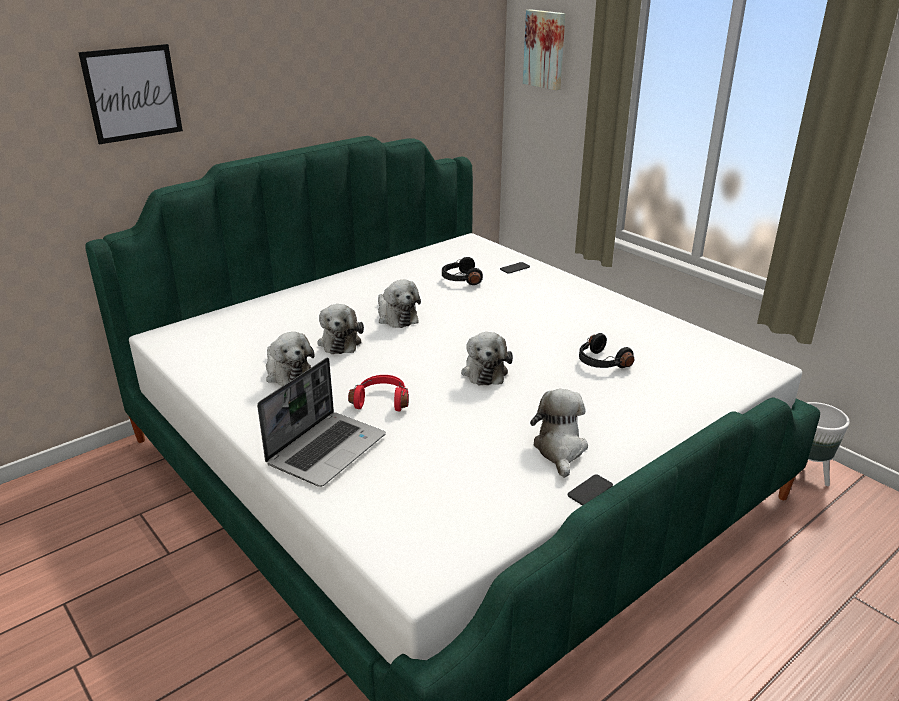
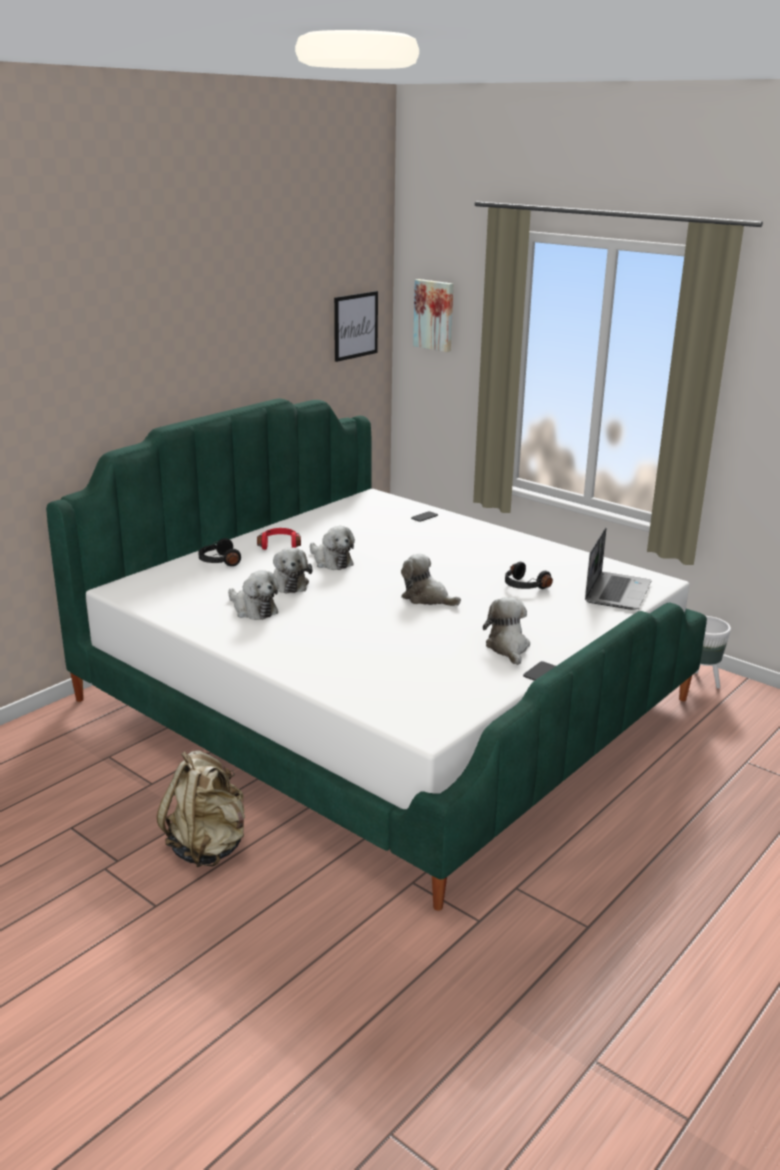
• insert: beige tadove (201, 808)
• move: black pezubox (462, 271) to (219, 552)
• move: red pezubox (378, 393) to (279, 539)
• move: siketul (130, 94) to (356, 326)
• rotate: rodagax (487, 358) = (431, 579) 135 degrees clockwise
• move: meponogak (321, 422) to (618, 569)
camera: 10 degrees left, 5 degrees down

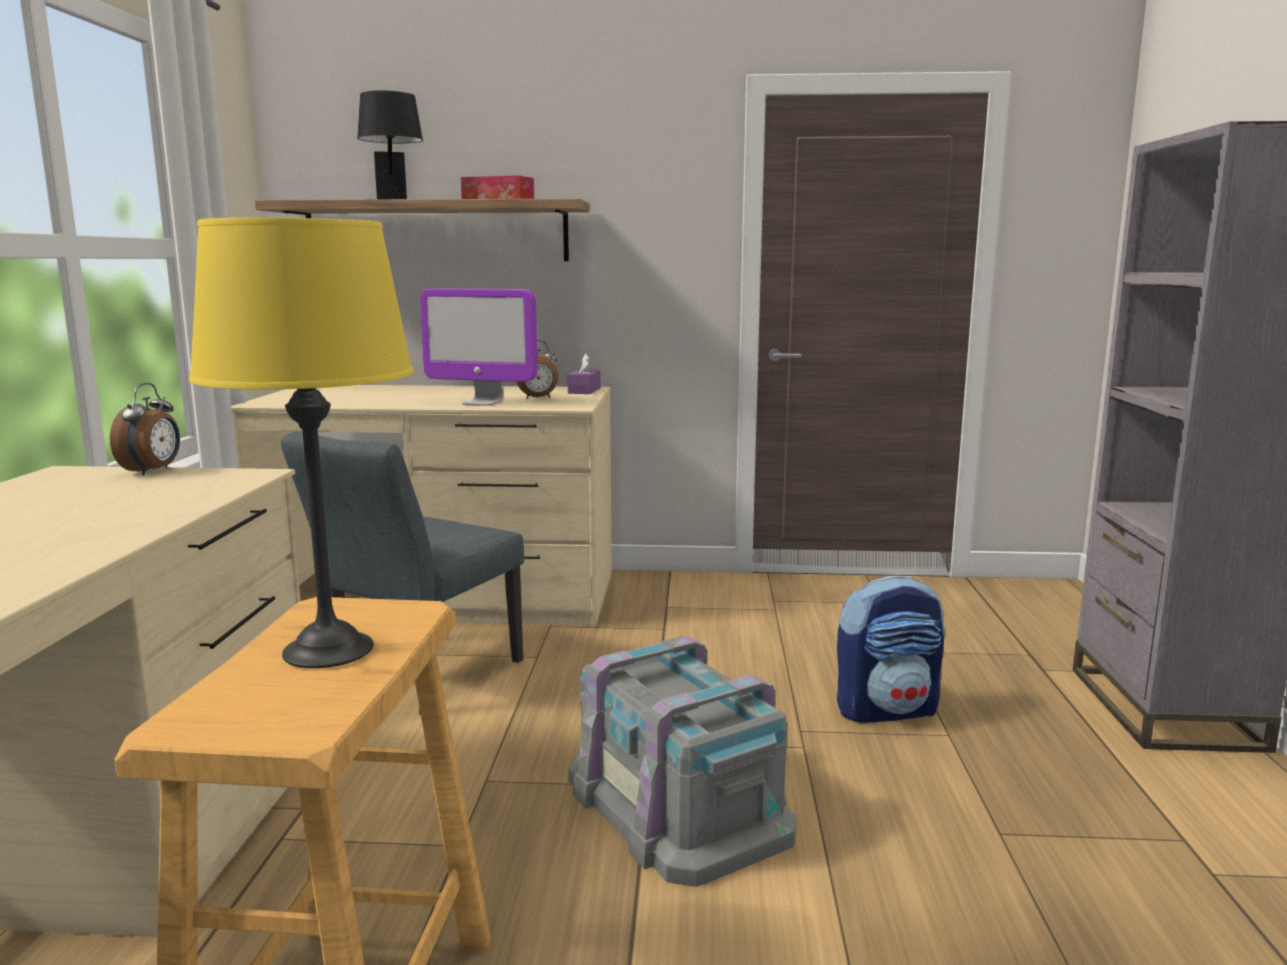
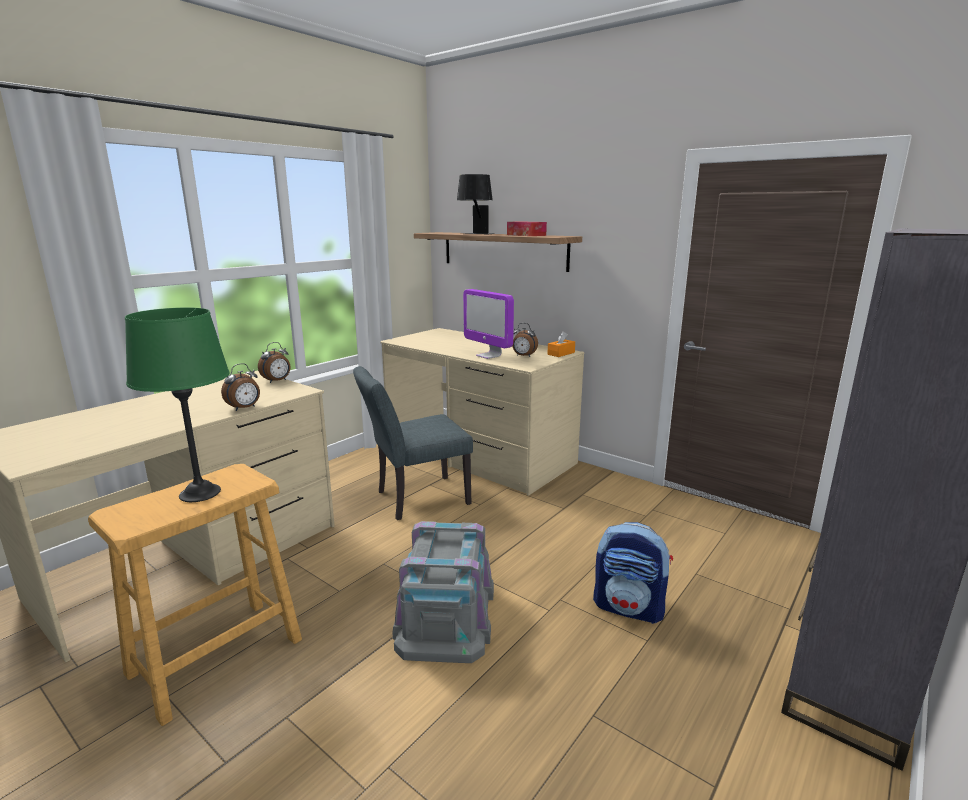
• recolor: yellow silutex (301, 443) to green silutex (177, 404)
• insert: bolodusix (240, 387)
• recolor: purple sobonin (584, 374) to orange sobonin (561, 344)
camera: 35 degrees right, 5 degrees up

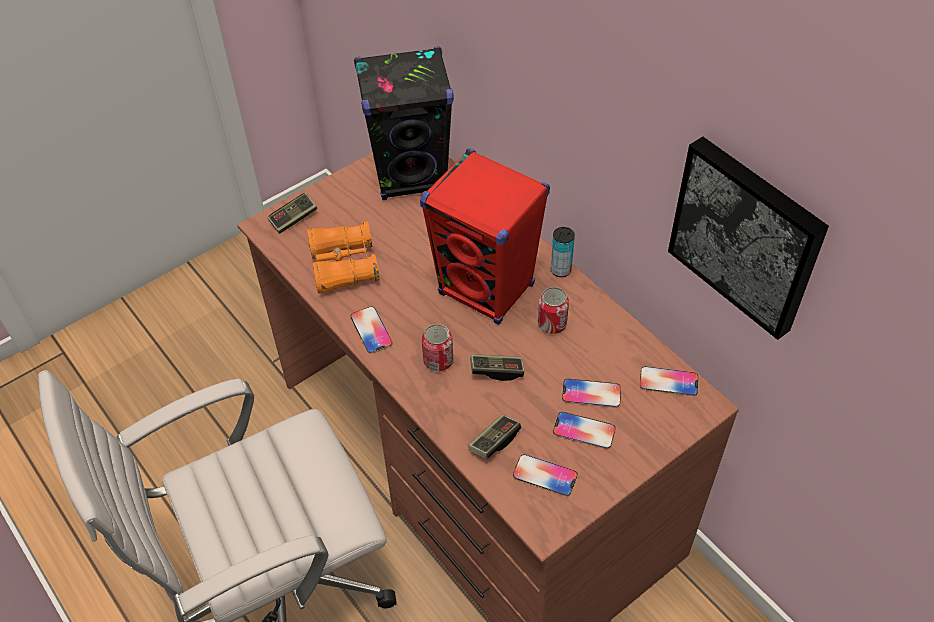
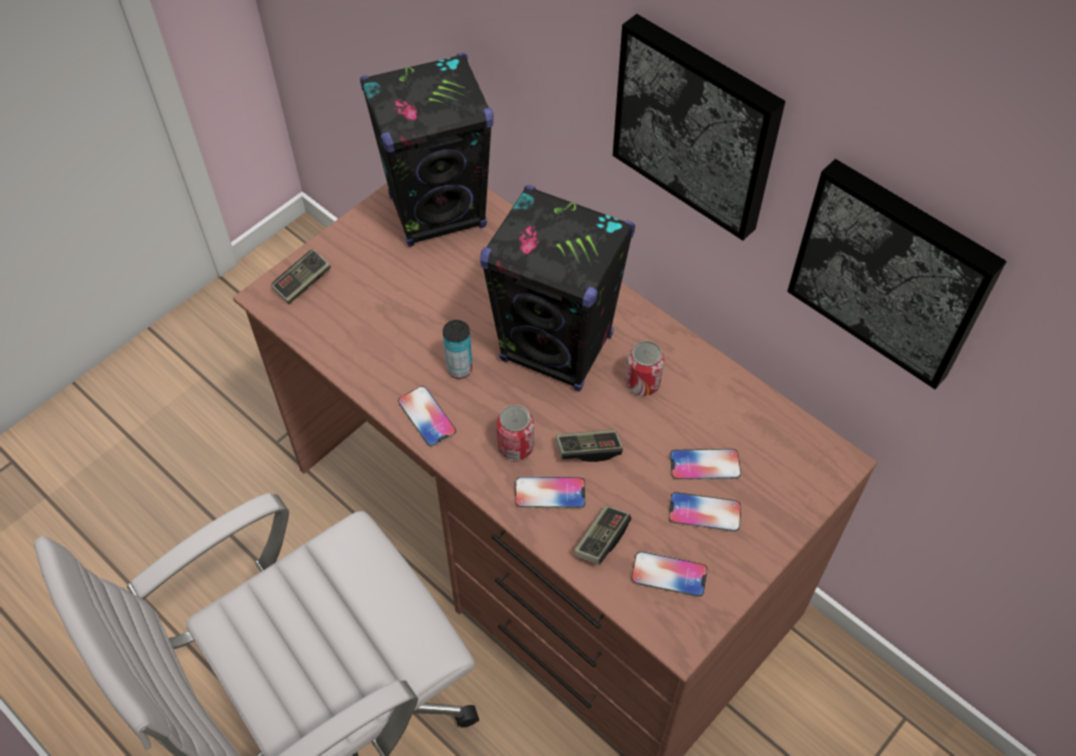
• move: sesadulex (563, 252) to (458, 349)
• recolor: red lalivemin (485, 236) to black lalivemin (557, 288)
• move: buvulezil (669, 381) to (550, 493)
• insert: siketul (699, 127)
• delete: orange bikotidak (343, 257)
camera: 10 degrees left, 5 degrees up

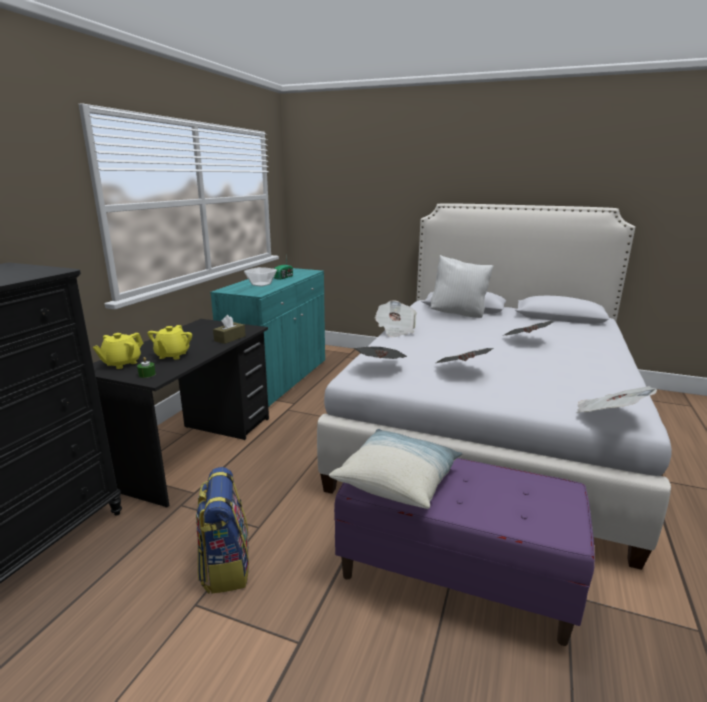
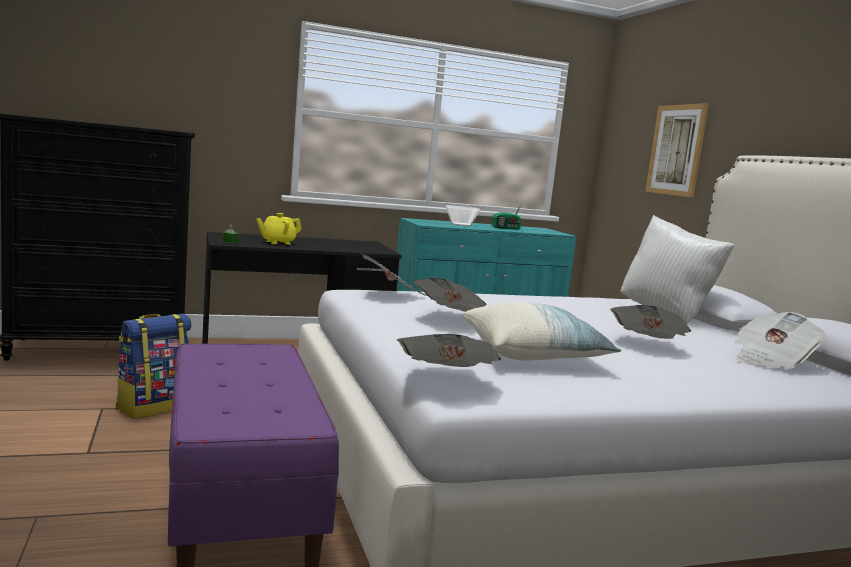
• move: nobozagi (396, 469) to (541, 331)
• insert: siketul (677, 150)
• move: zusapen (396, 318) to (780, 340)
• delete: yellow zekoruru (118, 350)
• delete: brown sobonin (229, 329)
camera: 50 degrees right, 10 degrees down

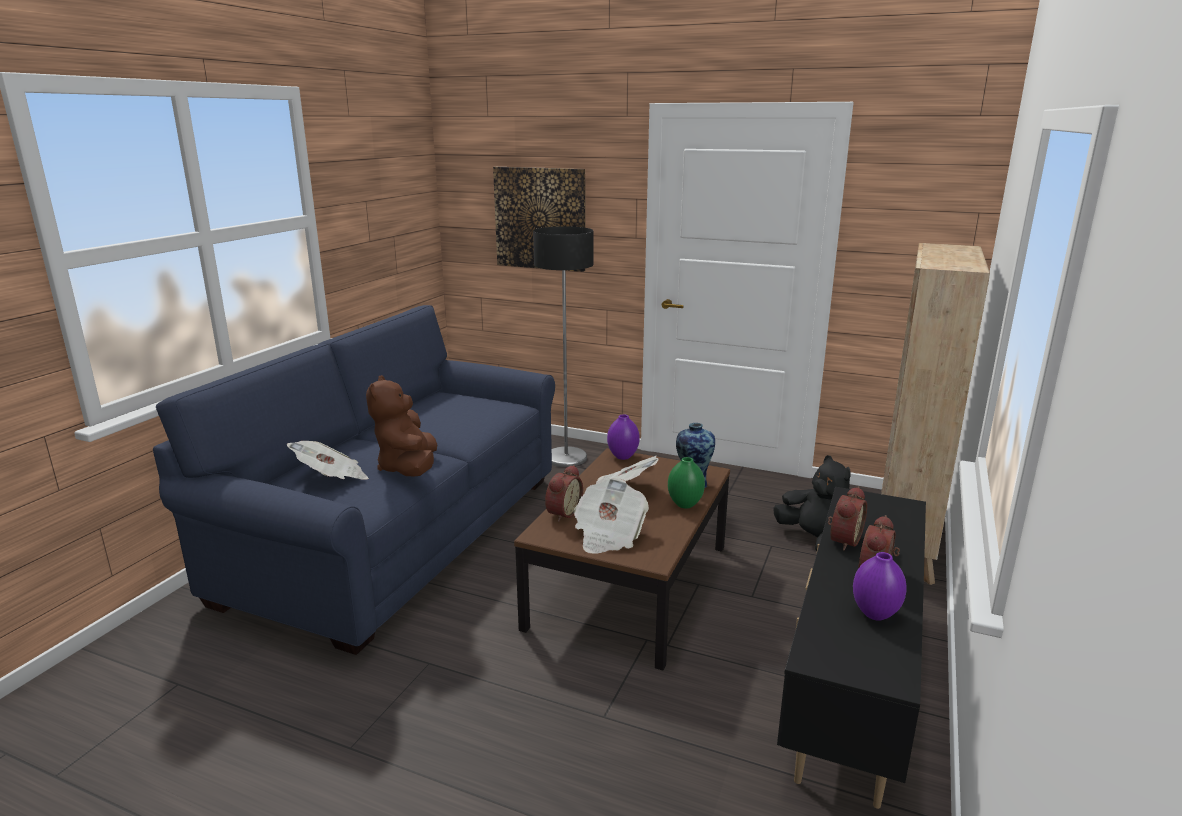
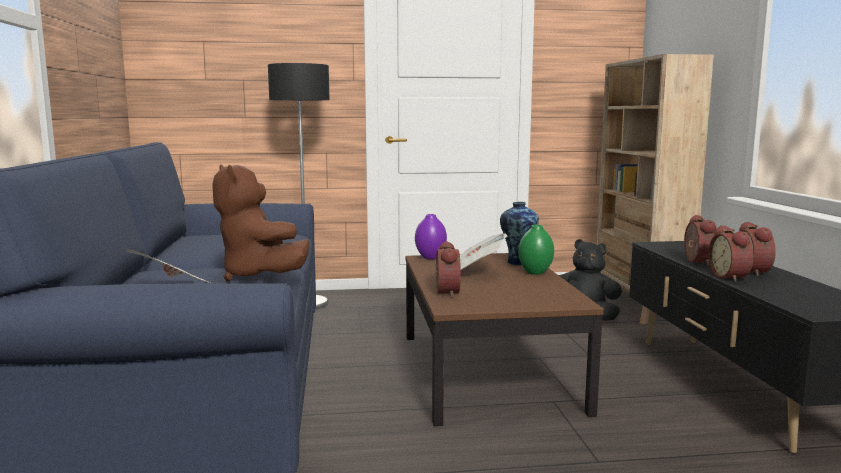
• insert: bolodusix (731, 253)
• delete: siketul (539, 219)
• delete: zusapen (611, 516)
• delete: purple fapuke (880, 586)
camera: 30 degrees left, 10 degrees down

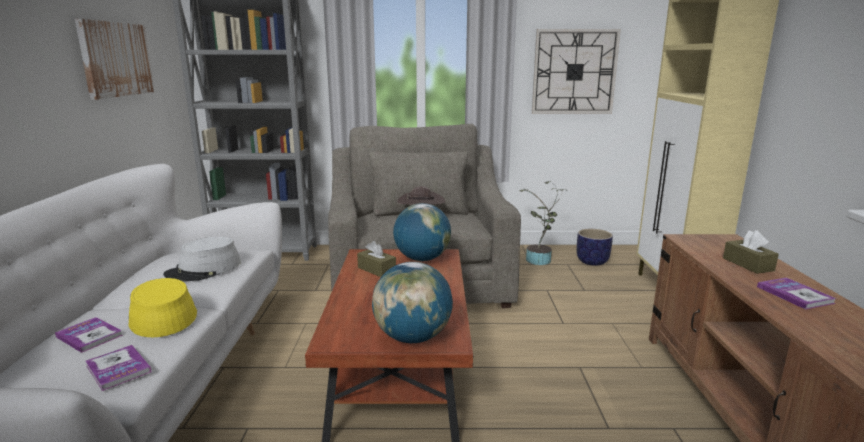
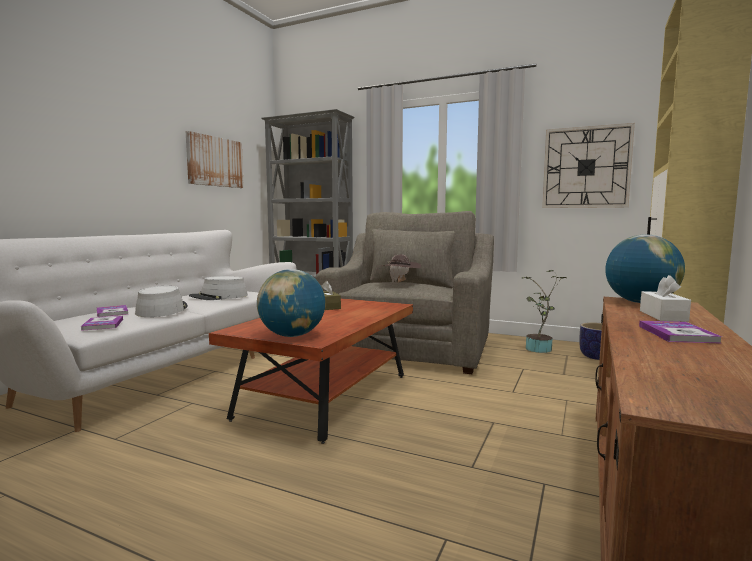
• recolor: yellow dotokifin (162, 307) to grey dotokifin (161, 301)
• move: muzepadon (422, 232) to (645, 268)
• recolor: brown sobonin (751, 252) to white sobonin (665, 298)
camera: 25 degrees right, 10 degrees down

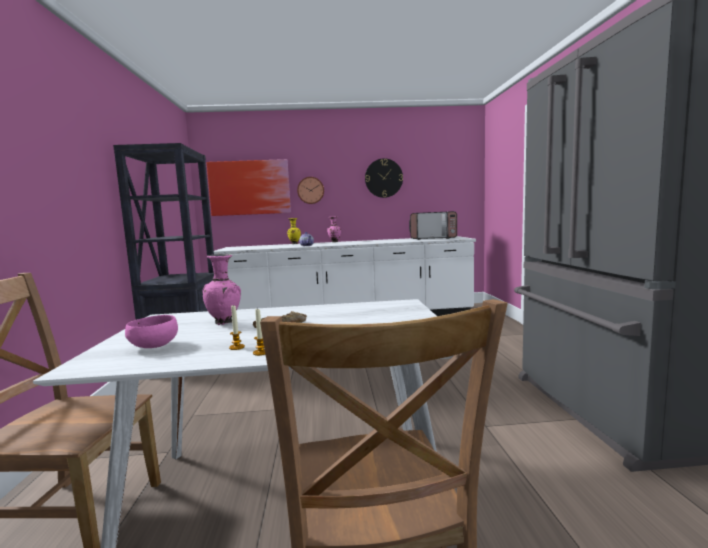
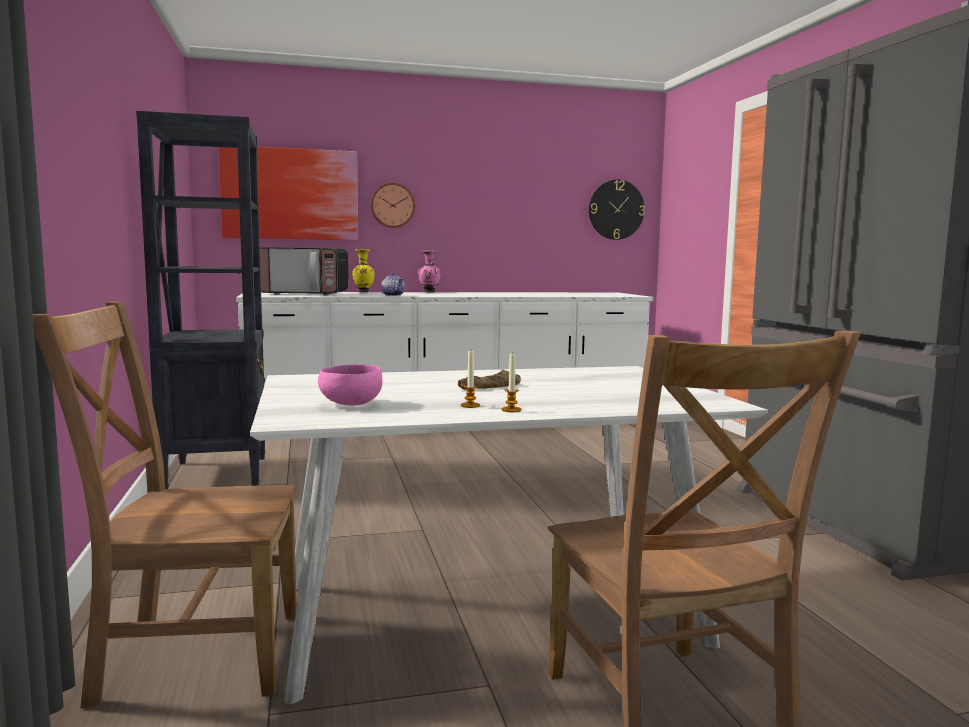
• move: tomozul (433, 225) to (304, 271)
• move: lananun (384, 178) to (617, 210)
• delete: pink fapuke (221, 289)
camera: 10 degrees left, 0 degrees up

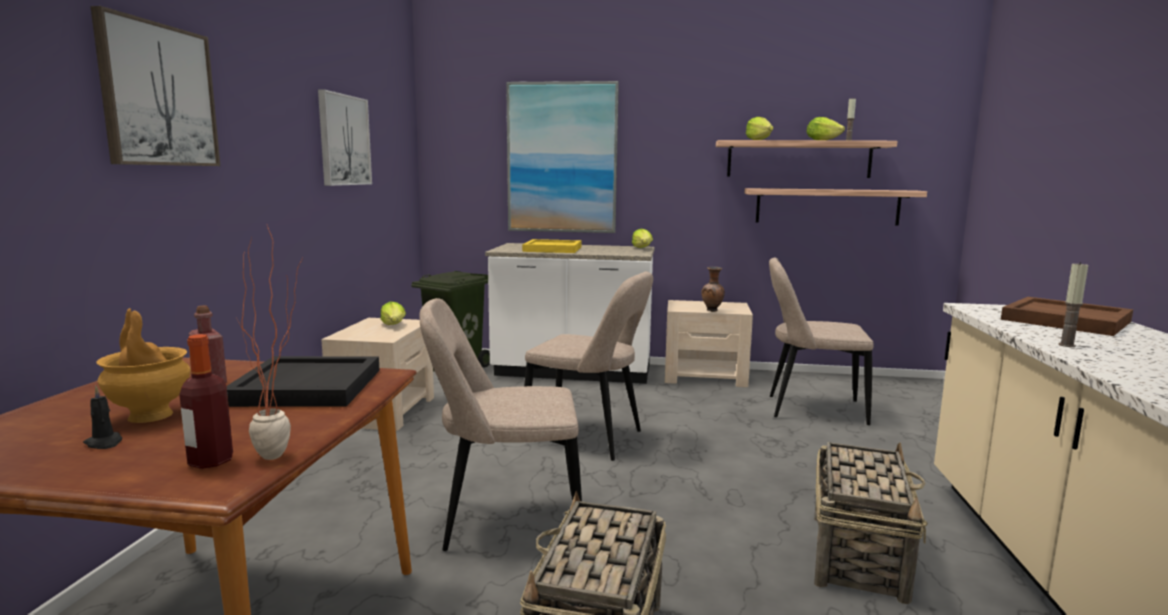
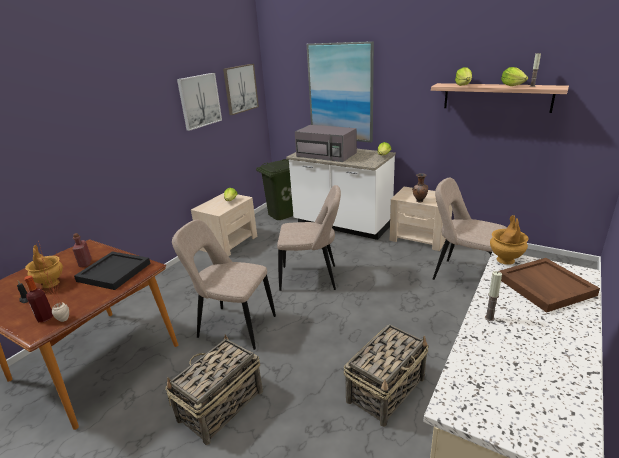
• move: siketul (155, 86) to (241, 89)
• rotate: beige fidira (588, 366) = (309, 238) 45 degrees counterclockwise
• replace: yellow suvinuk (551, 246) to grey tomozul (326, 143)
• insert: brown fapuke (509, 240)
• delete: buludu (836, 206)
camera: 25 degrees right, 15 degrees up

